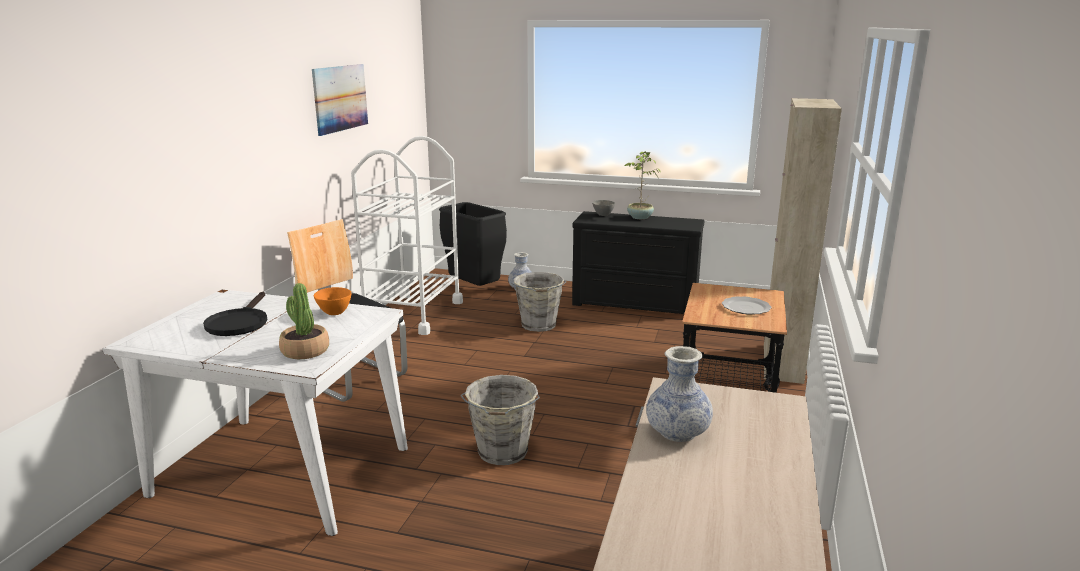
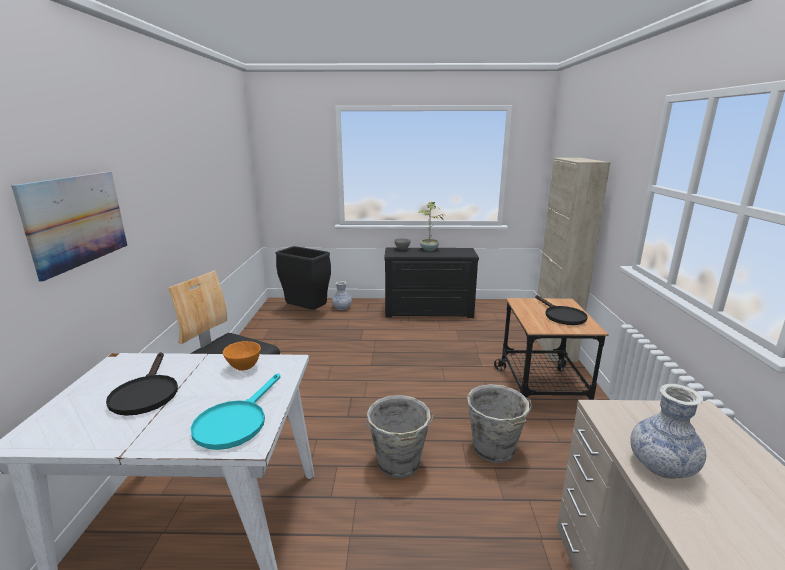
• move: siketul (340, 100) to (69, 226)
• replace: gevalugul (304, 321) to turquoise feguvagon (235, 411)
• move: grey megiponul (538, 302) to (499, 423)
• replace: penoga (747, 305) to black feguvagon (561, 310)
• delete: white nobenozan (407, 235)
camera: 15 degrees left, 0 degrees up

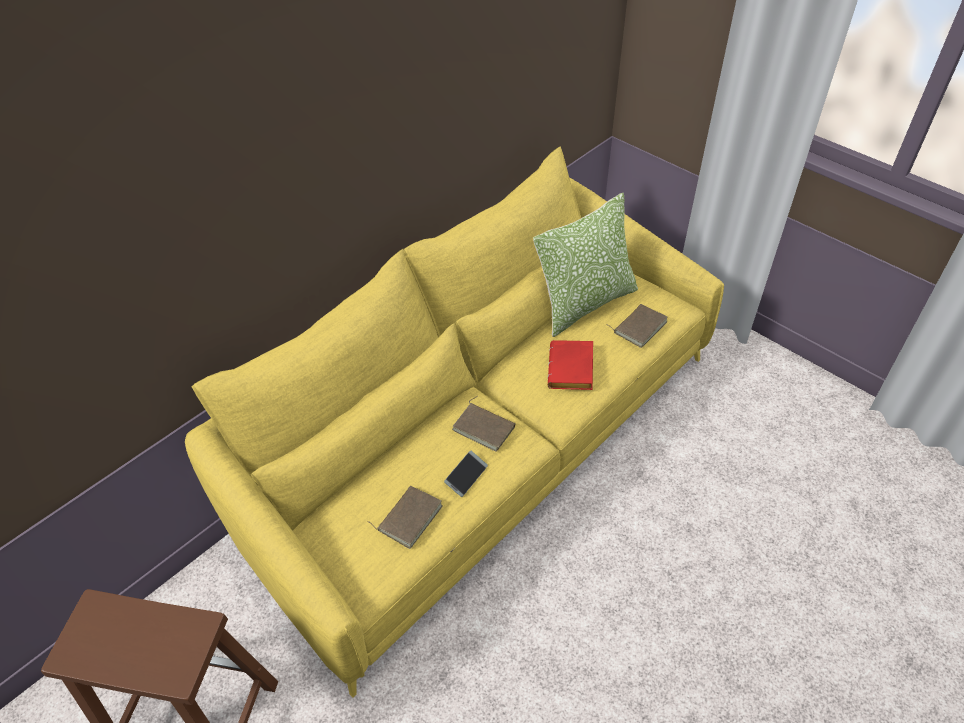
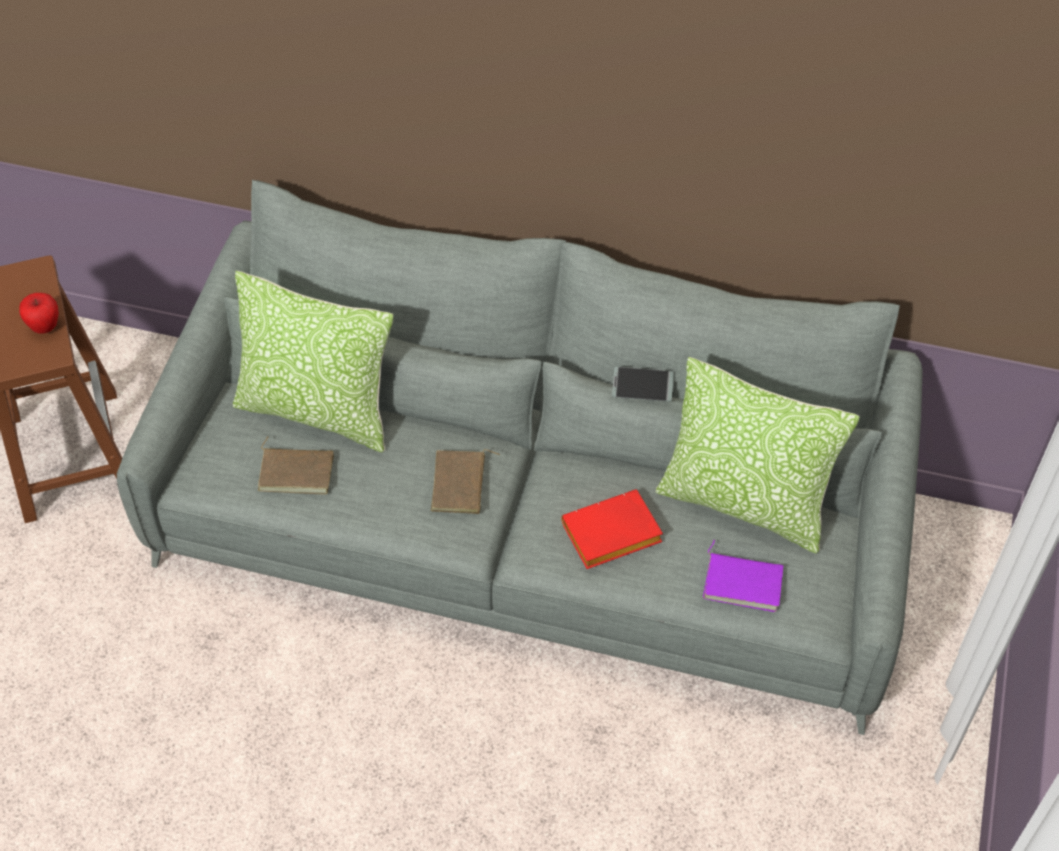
• insert: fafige (39, 313)
• recolor: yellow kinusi (454, 422) to grey kinusi (520, 457)
• insert: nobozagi (313, 362)
• move: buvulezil (466, 474) to (643, 384)
• recolor: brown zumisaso (636, 326) to purple zumisaso (743, 576)
camera: 60 degrees right, 5 degrees up

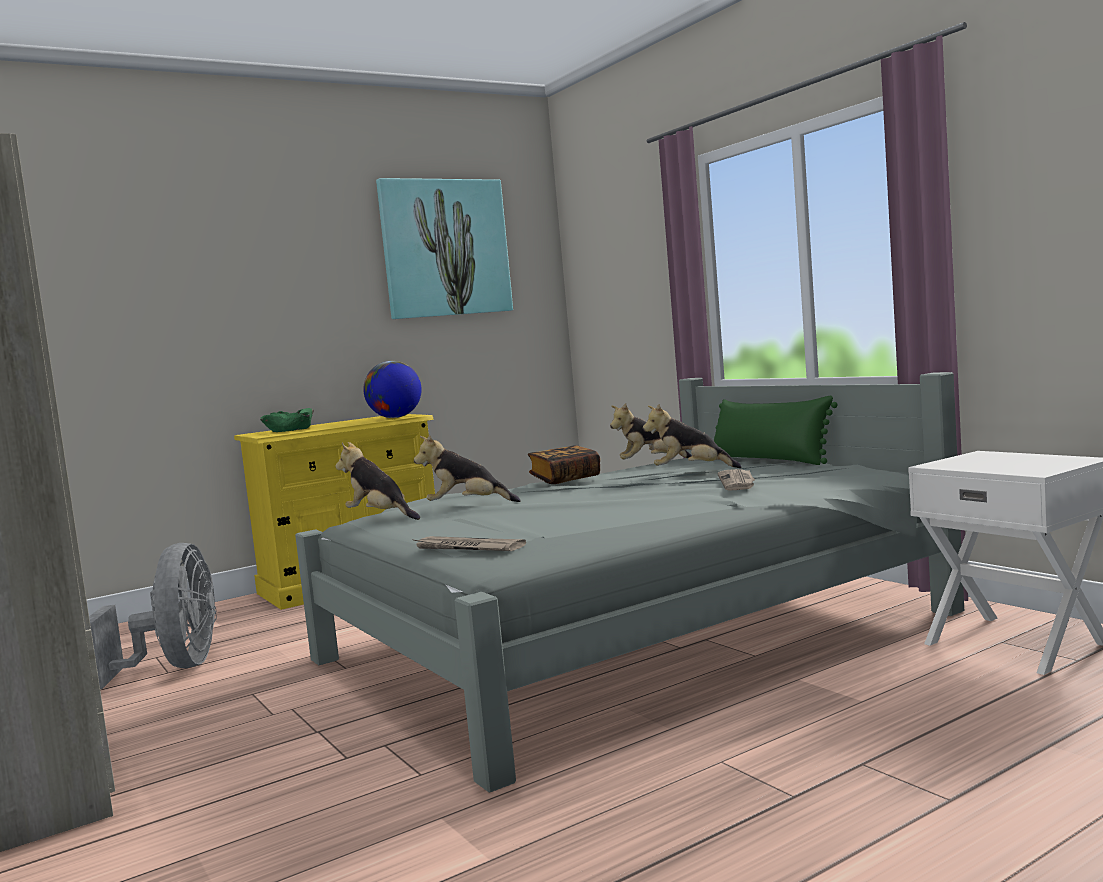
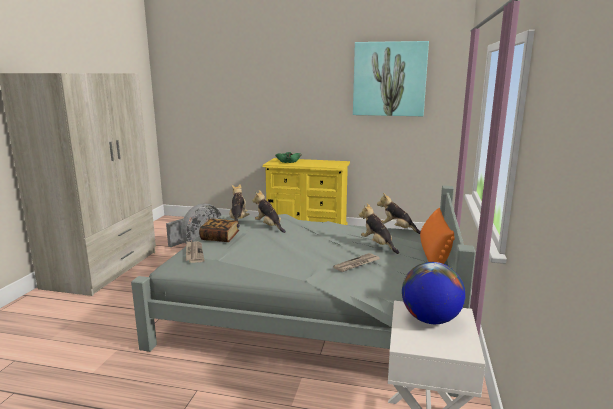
• move: zumisaso (564, 465) to (219, 230)
• move: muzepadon (392, 389) to (434, 293)
• recolor: green nobozagi (776, 430) to orange nobozagi (437, 236)
camera: 45 degrees right, 10 degrees up

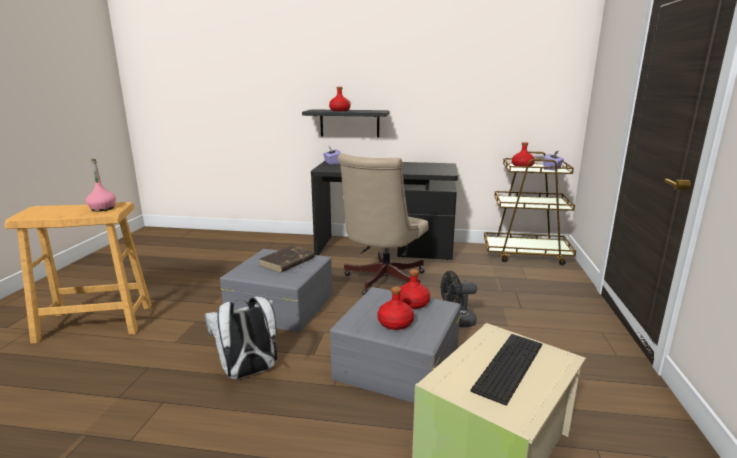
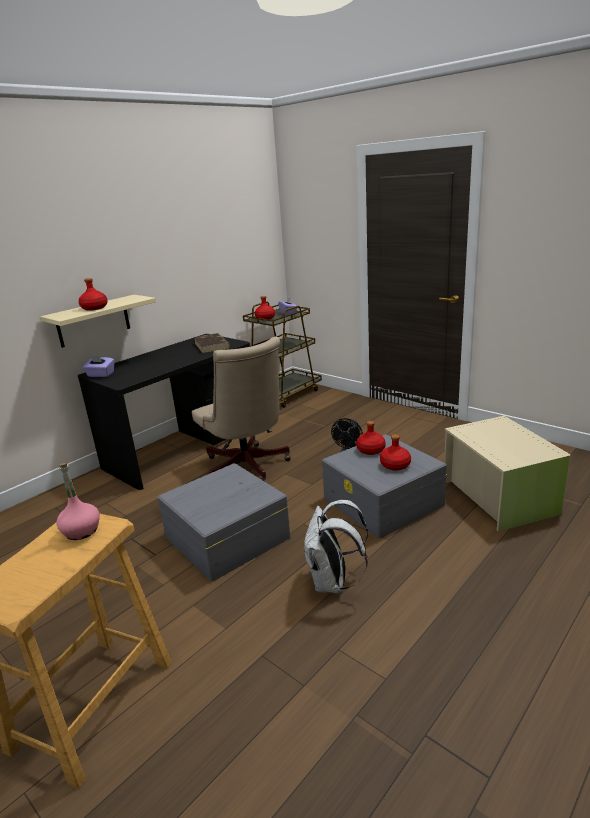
• recolor: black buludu (345, 123) to beige buludu (98, 321)
• move: brown zumisaso (287, 259) to (212, 343)
• delete: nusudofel (506, 370)
camera: 55 degrees left, 5 degrees up

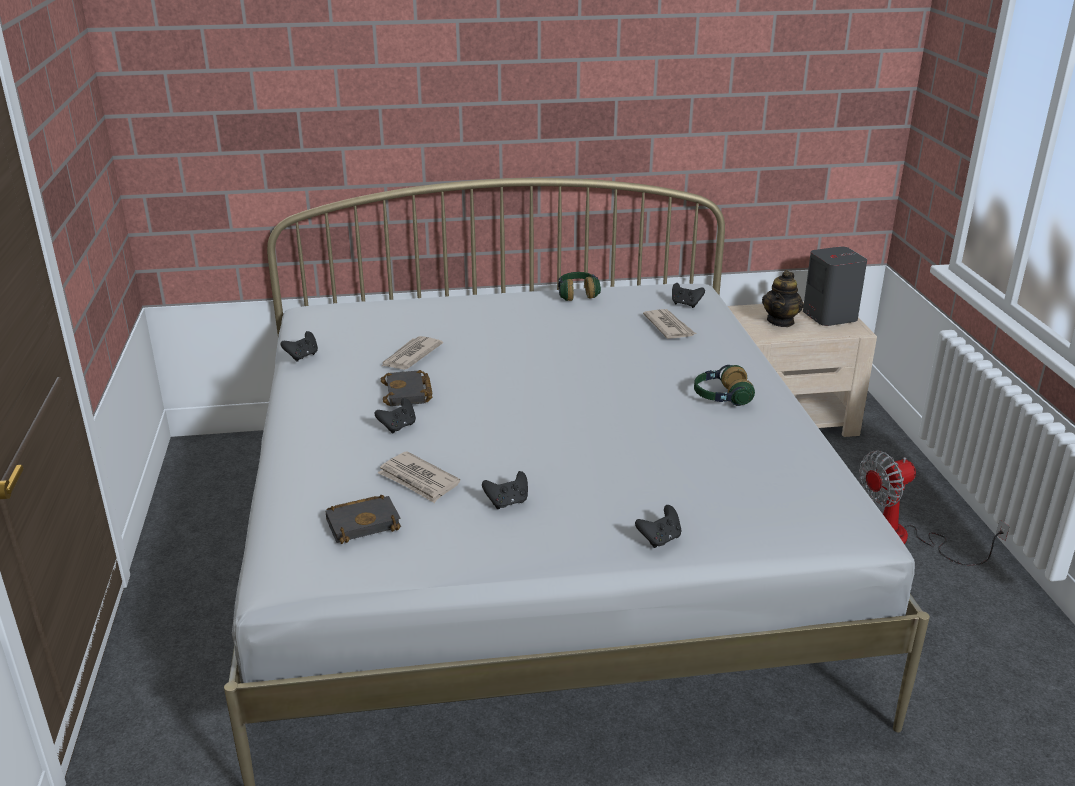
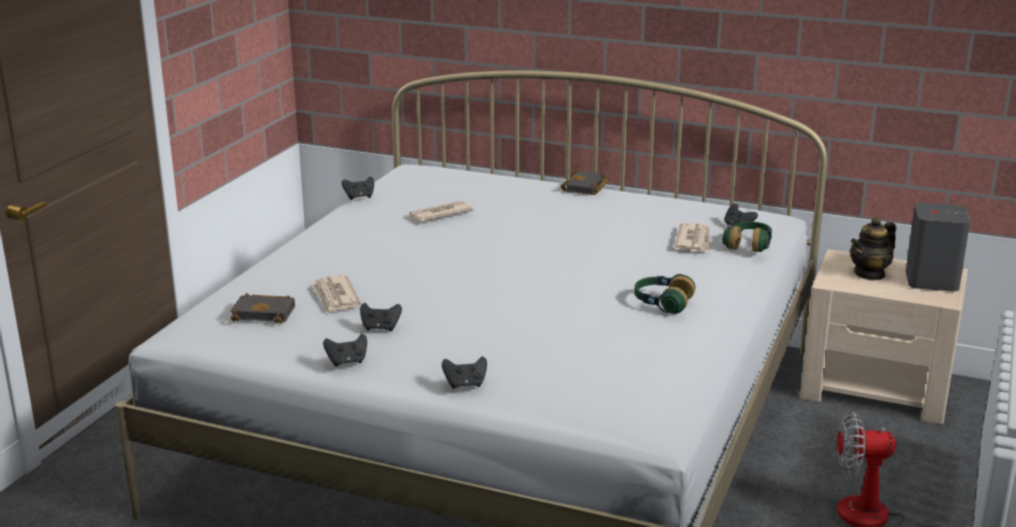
• move: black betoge (395, 416) to (345, 350)
• move: black zumisaso (407, 388) to (584, 182)
• move: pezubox (579, 286) to (747, 237)
camera: 30 degrees right, 5 degrees down

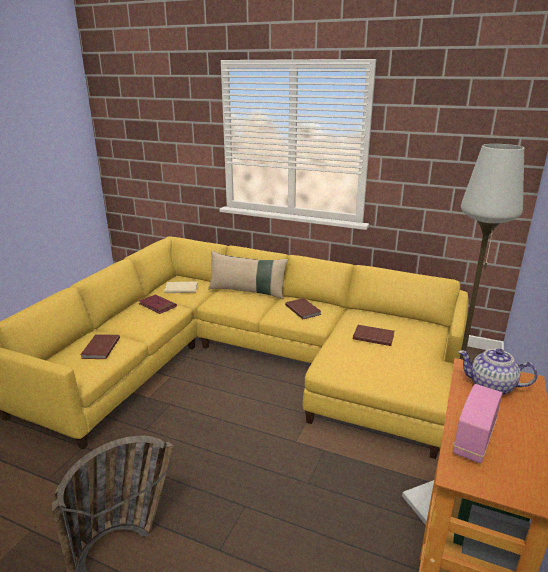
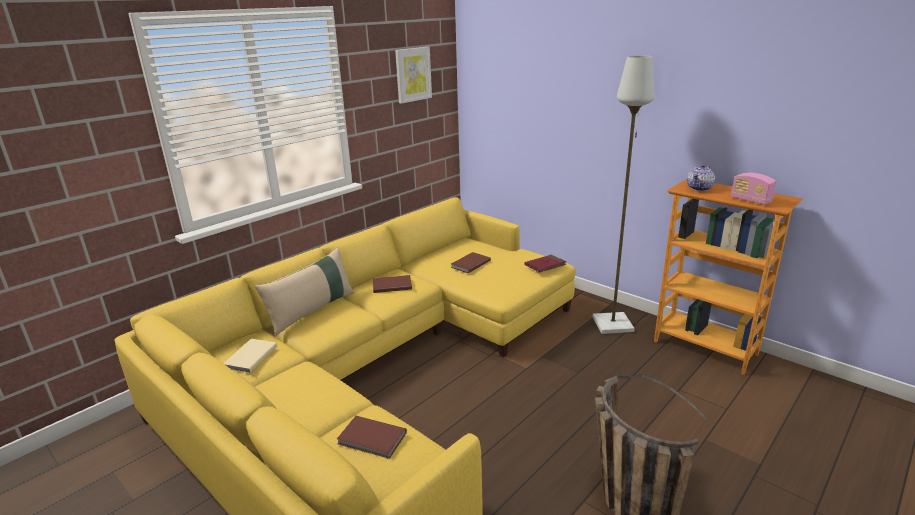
• insert: siketul (413, 75)
• move: red zumisaso (158, 304) to (545, 264)
camera: 70 degrees left, 0 degrees up

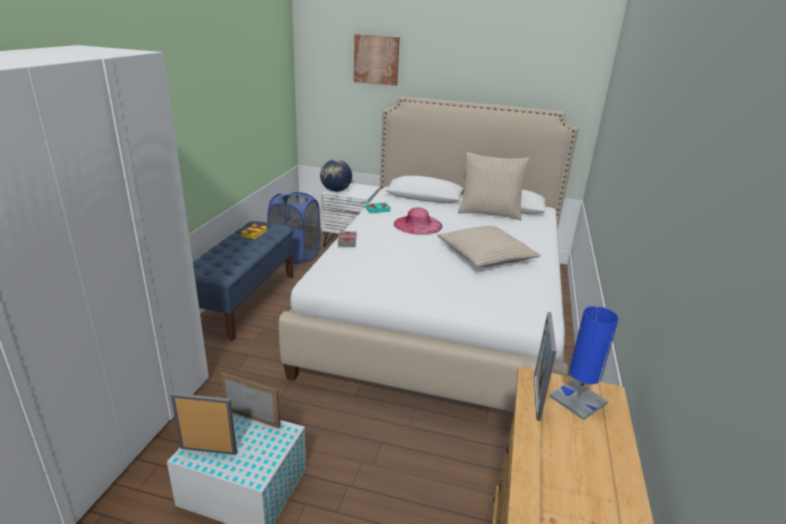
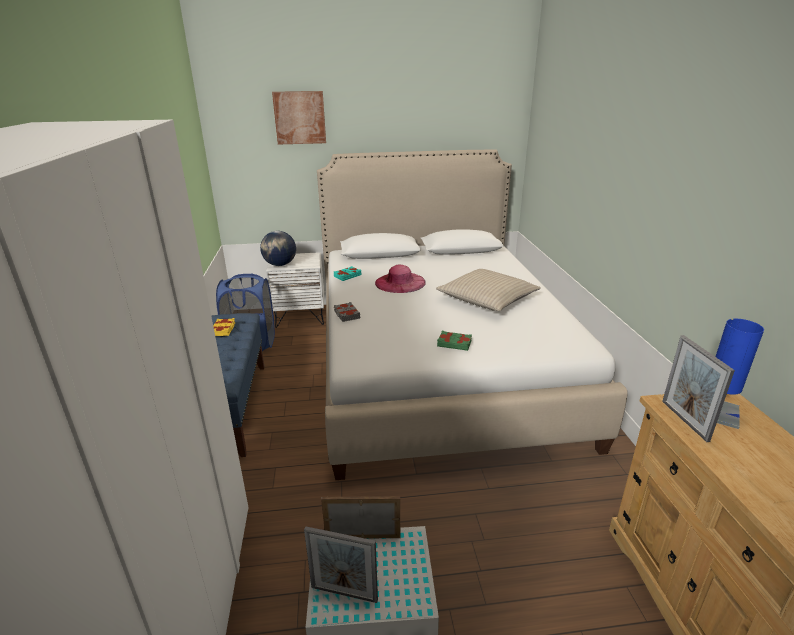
• rotate: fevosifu (204, 424) = (341, 564) 150 degrees counterclockwise
• insert: green zumisaso (454, 341)
• delete: beige nobozagi (494, 186)
camera: 20 degrees left, 0 degrees up

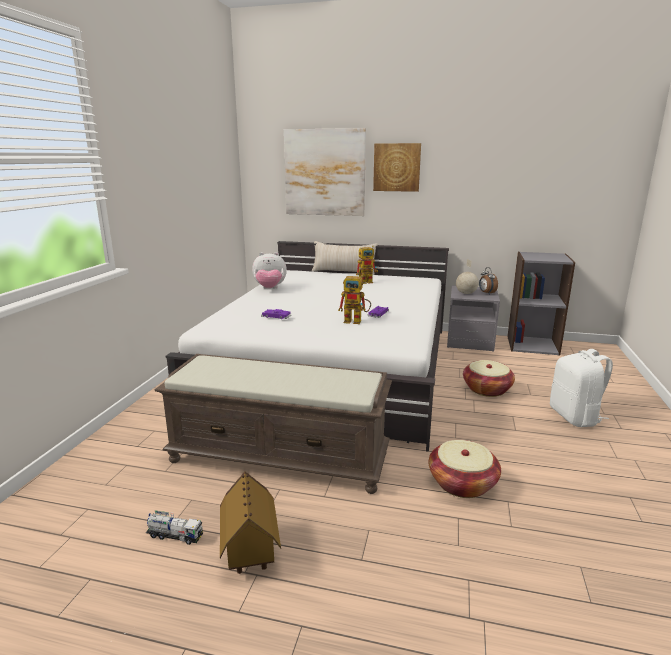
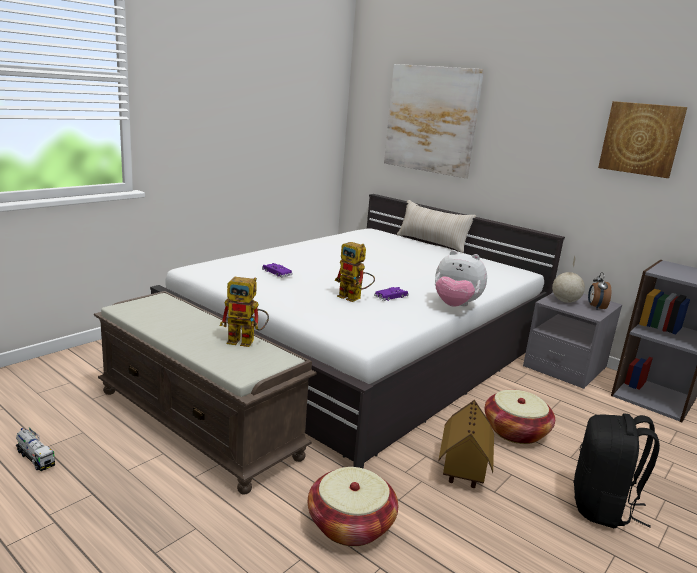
• move: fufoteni (367, 265) to (244, 312)
• move: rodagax (269, 270) to (461, 278)
• move: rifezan (250, 522) to (466, 444)
• recolor: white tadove (581, 388) to black tadove (616, 470)
• move: siketul (397, 167) to (642, 139)
camera: 25 degrees right, 0 degrees up

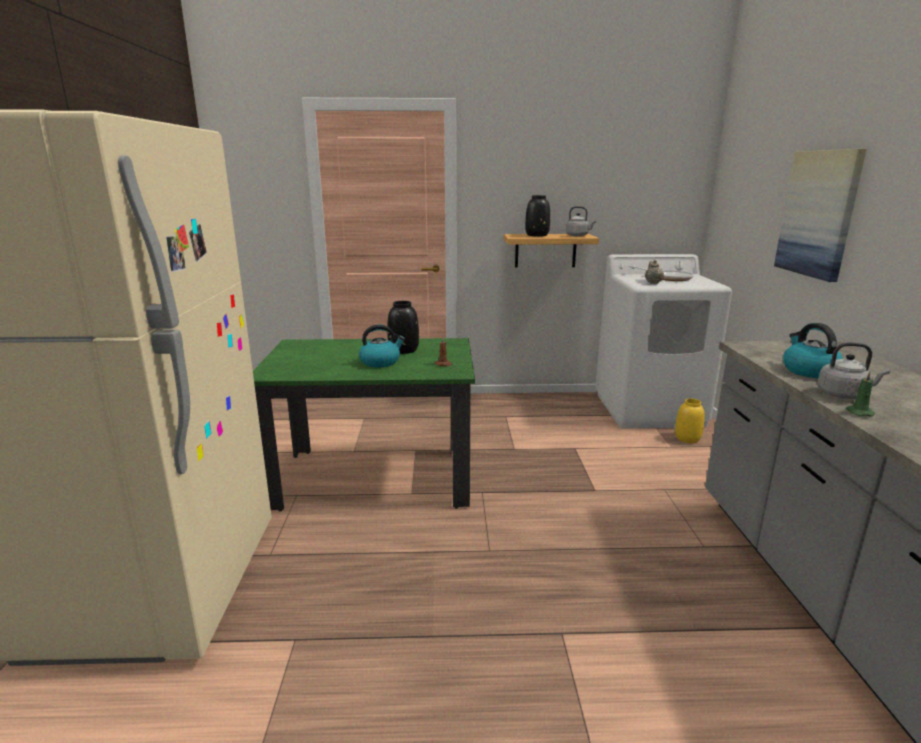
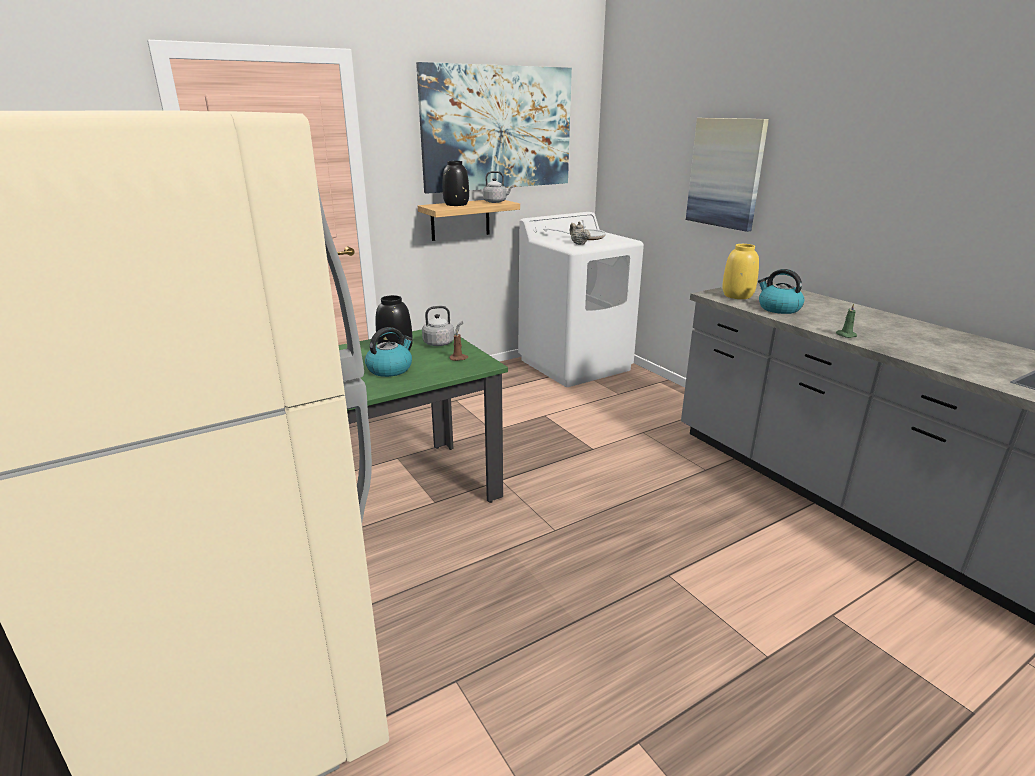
• insert: siketul (494, 128)
• move: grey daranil (853, 370) to (442, 326)
• move: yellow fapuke (690, 421) to (740, 271)
camera: 30 degrees left, 5 degrees up

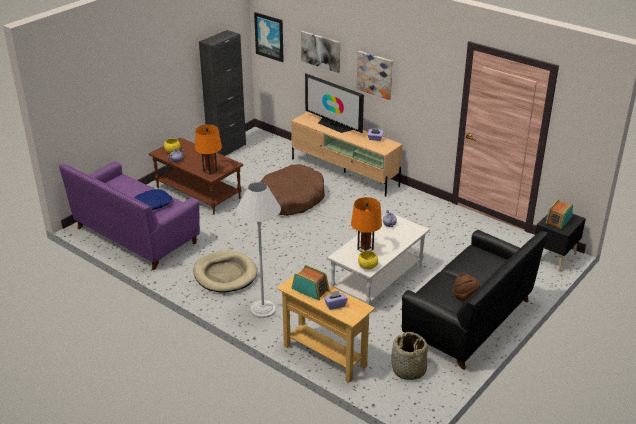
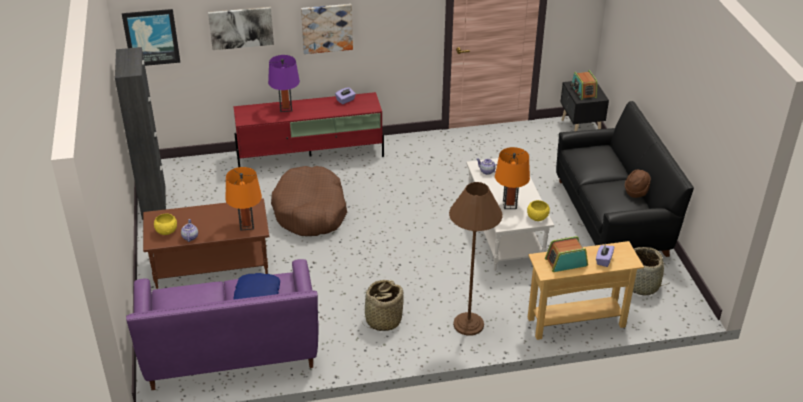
• recolor: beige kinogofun (347, 154) to red kinogofun (308, 129)
• replace: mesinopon (334, 103) to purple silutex (284, 83)
• replace: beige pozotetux (225, 272) to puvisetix (383, 305)
• recolor: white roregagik (258, 250) to brown roregagik (476, 259)
camera: 50 degrees left, 5 degrees up

